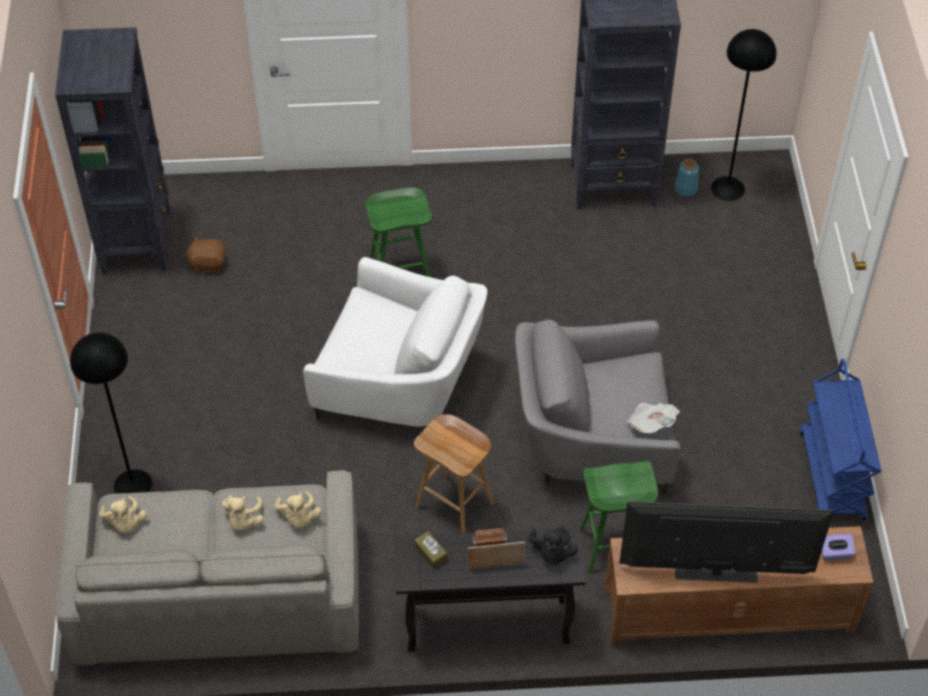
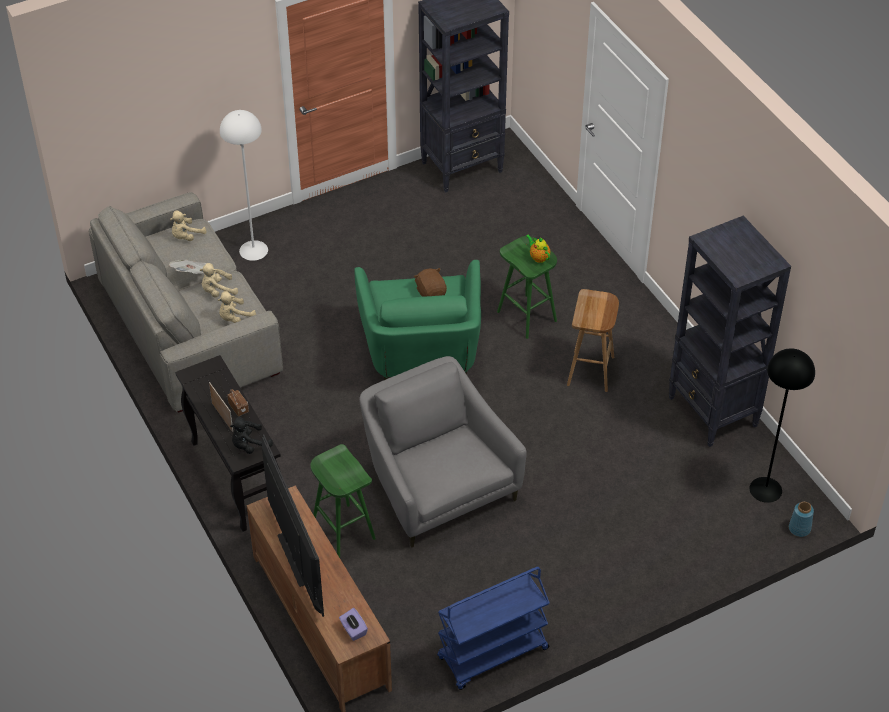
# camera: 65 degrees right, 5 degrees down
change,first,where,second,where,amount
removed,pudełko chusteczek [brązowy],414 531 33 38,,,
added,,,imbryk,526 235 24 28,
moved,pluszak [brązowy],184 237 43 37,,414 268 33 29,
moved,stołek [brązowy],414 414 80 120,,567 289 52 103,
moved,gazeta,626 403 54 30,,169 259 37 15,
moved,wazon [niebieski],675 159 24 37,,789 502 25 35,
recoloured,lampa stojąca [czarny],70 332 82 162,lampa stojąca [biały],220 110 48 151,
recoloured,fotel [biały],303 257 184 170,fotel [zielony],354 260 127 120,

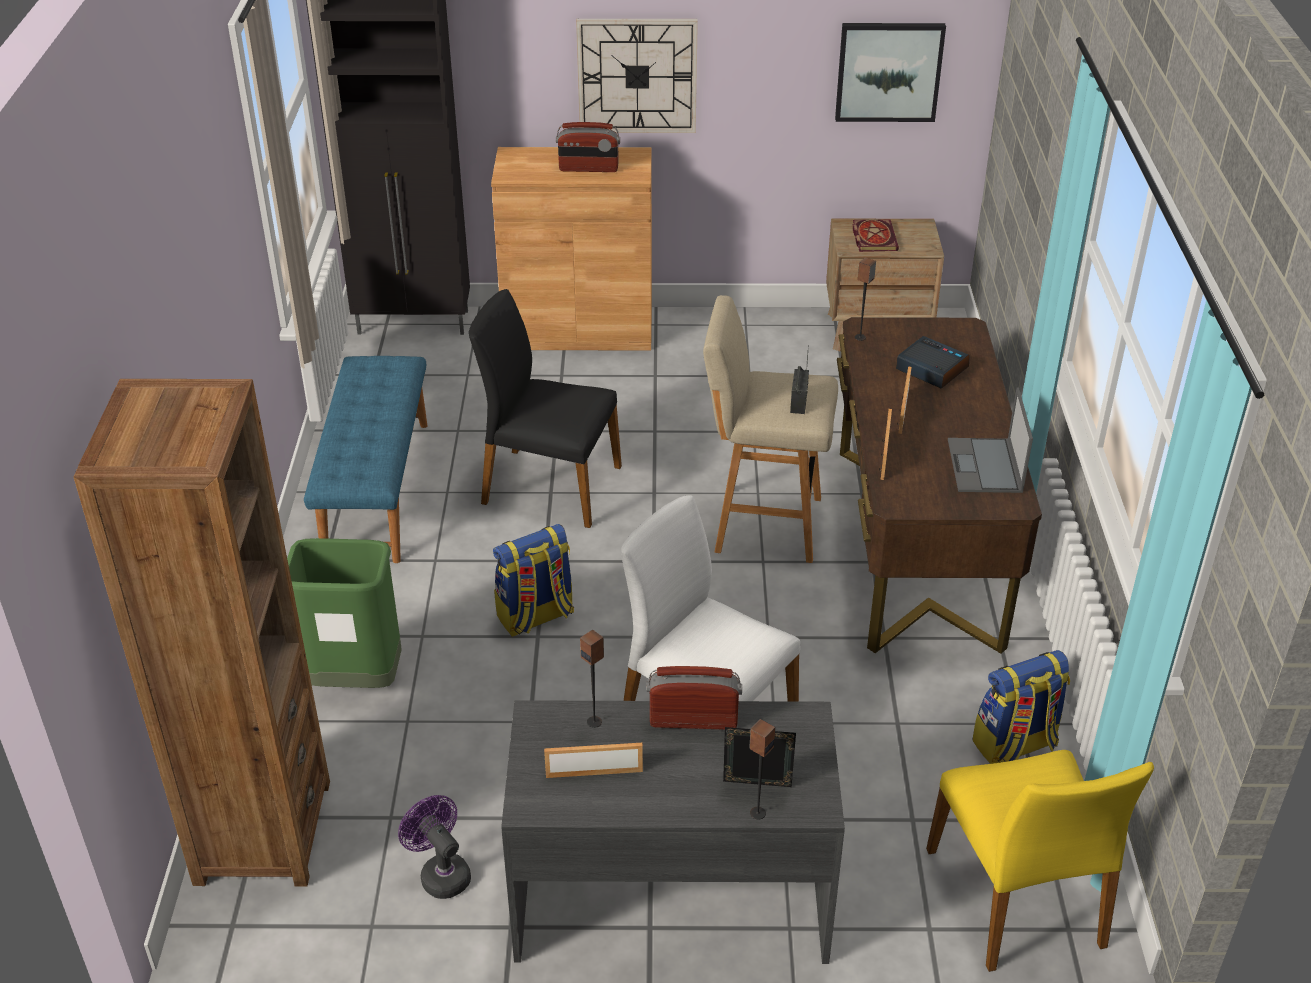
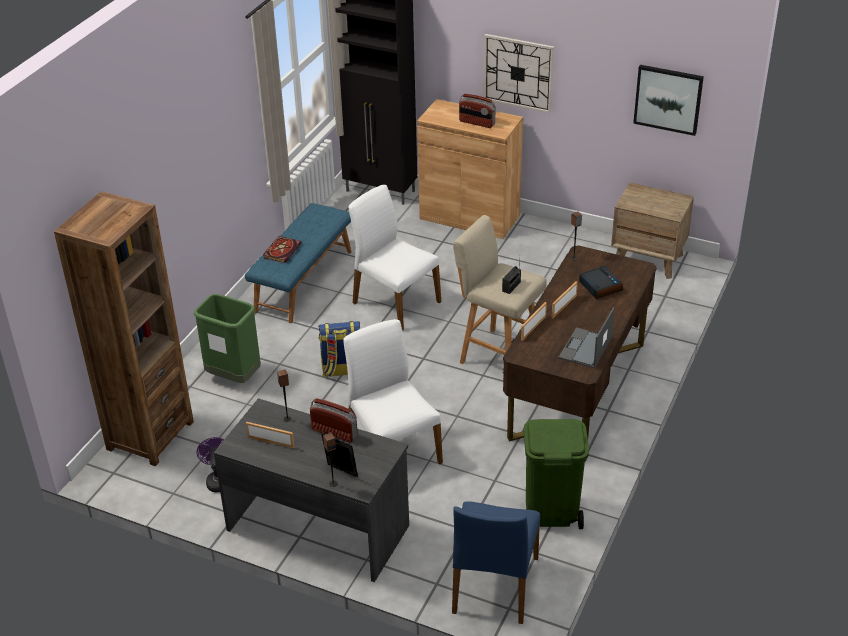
# camera: 25 degrees right, 0 degrees up
change,first,where,second,where,amount
moved,książka,852 220 47 32,,263 236 39 27,
replaced,plecak,972 650 98 114,kosz na śmieci [zielony],524 419 65 110,
recoloured,krzesło [czarny],469 289 153 239,krzesło [biały],349 185 92 146,
recoloured,krzesło [żółty],926 750 228 222,krzesło [niebieski],452 501 88 123,

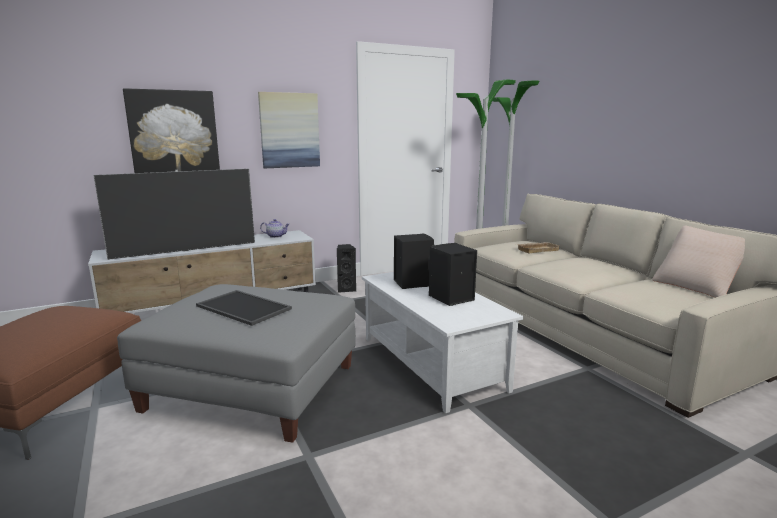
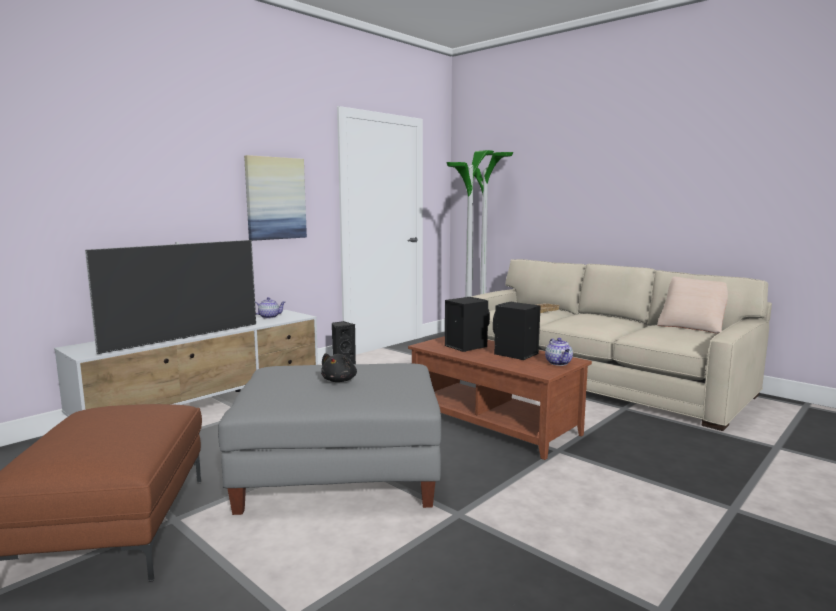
# camera: 20 degrees left, 5 degrees down
change,first,where,second,where,amount
removed,obraz,123 88 97 85,,,
added,,,imbryk,545 338 28 28,
replaced,taca,196 290 96 36,pluszak [czarny],321 353 36 29,
recoloured,ława [biały],362 272 161 141,ława [brązowy],408 336 184 124,

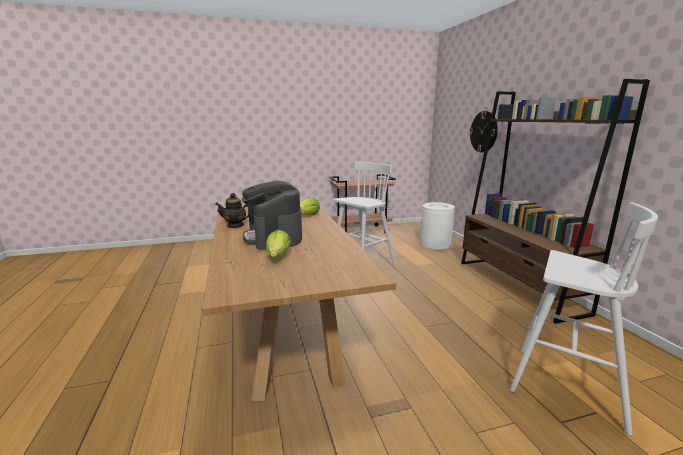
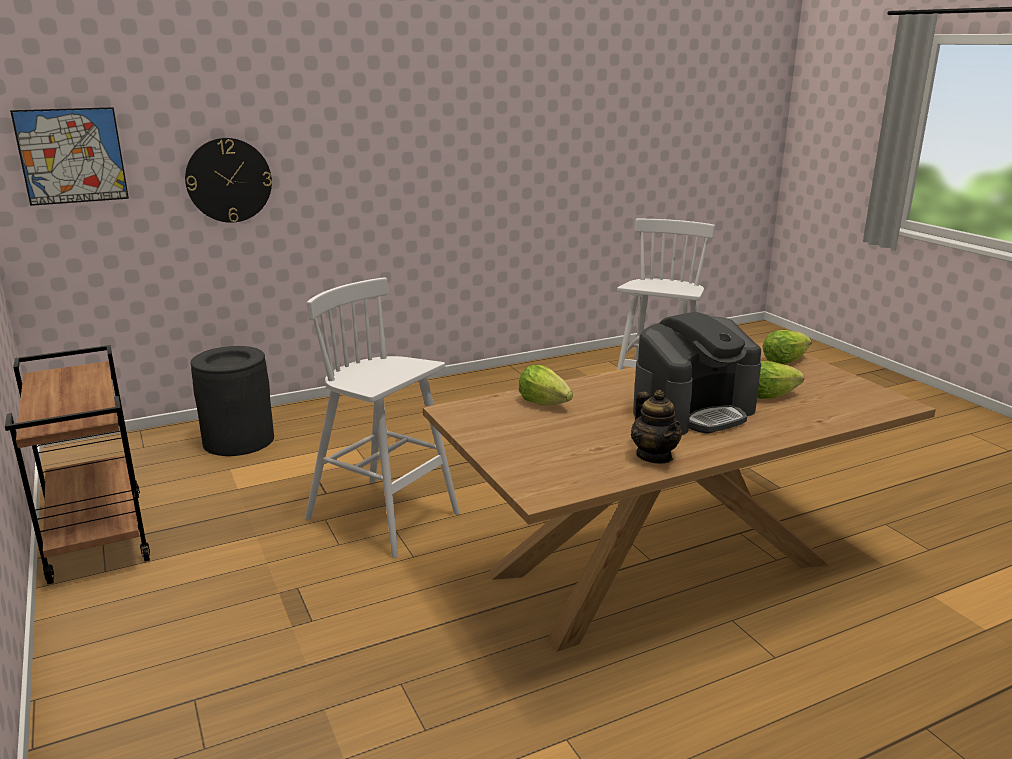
# camera: 100 degrees left, 5 degrees up
change,first,where,second,where,amount
removed,regał [brązowy],461 79 189 245,,,
added,,,obraz,10 107 119 99,
added,,,sałata,762 330 50 34,
recoloured,kosz na śmieci [biały],420 202 35 47,kosz na śmieci [czarny],191 346 83 110,

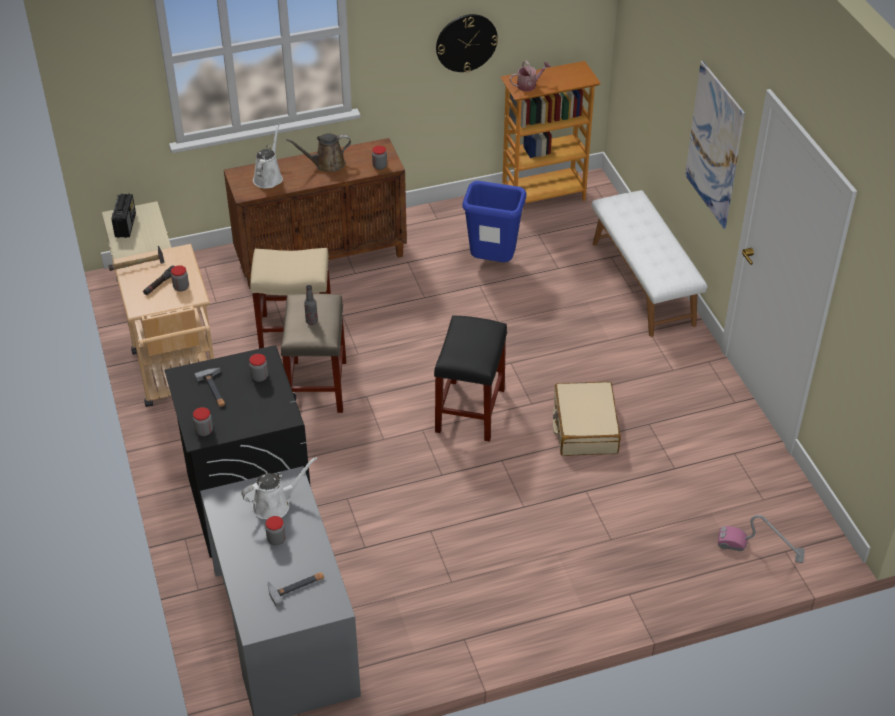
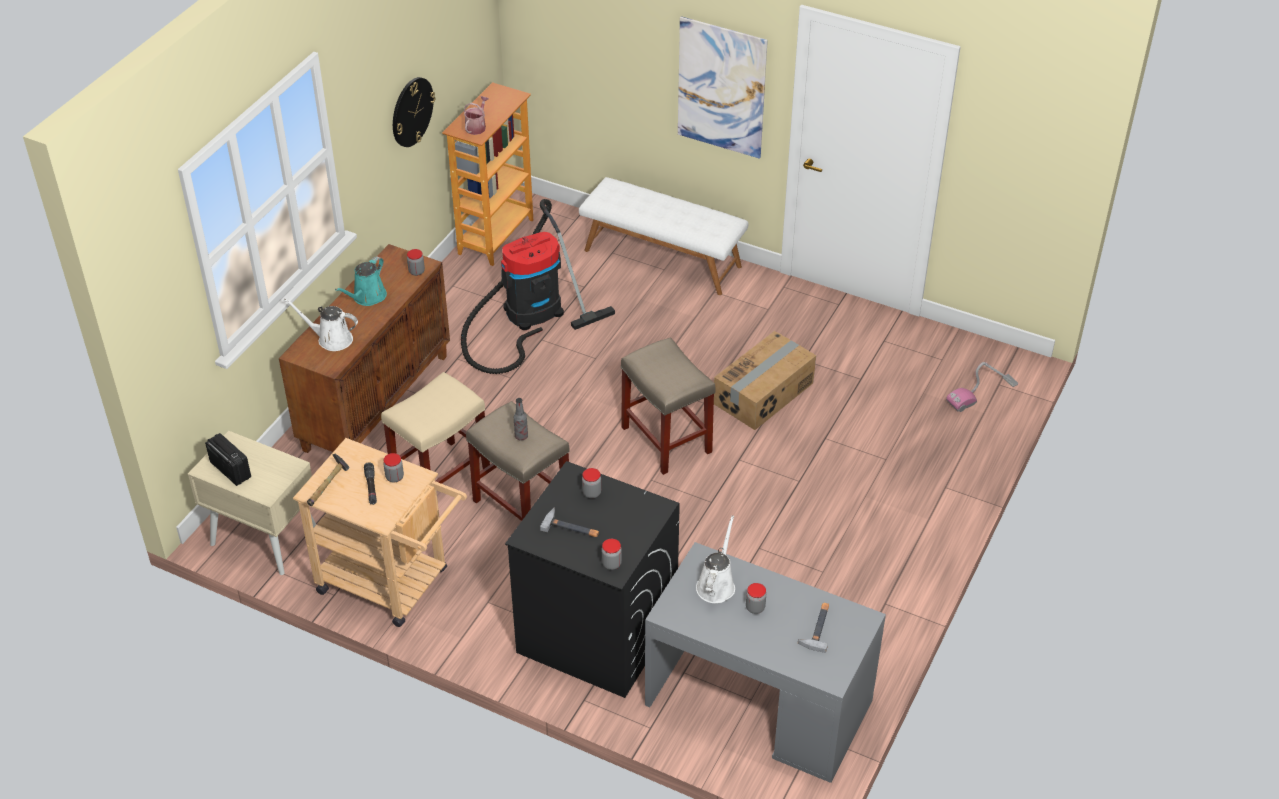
# camera: 45 degrees left, 0 degrees up
change,first,where,second,where,amount
replaced,kosz na śmieci [niebieski],462 181 64 81,odkurzacz,461 199 154 175,
replaced,walizka [beżowy],553 381 68 75,karton,714 331 102 99,
recoloured,konewka [brązowy],286 133 65 39,konewka [turkusowy],335 256 52 50,
recoloured,stołek [czarny],434 315 73 127,stołek [beżowy],621 337 95 138,
turned,konewka [biały],253 124 30 64,,284 299 74 52,45 degrees counterclockwise

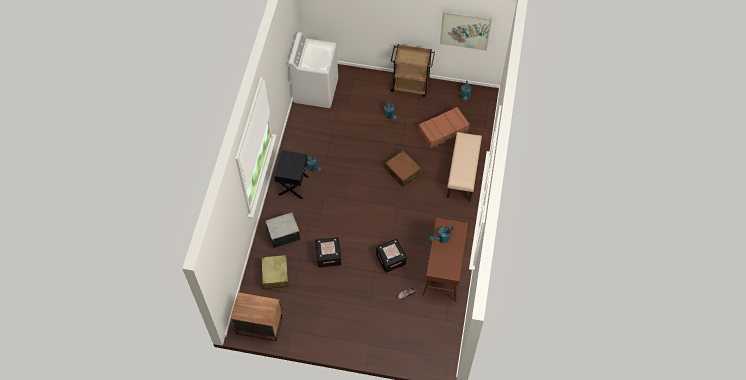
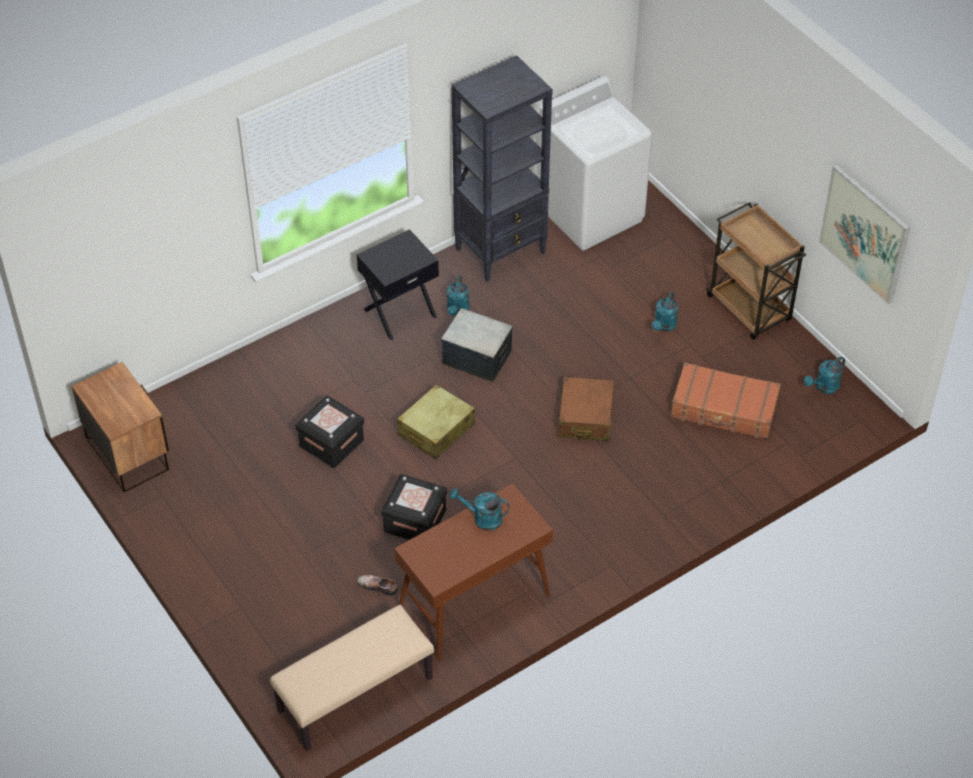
# camera: 45 degrees right, 10 degrees down
change,first,where,second,where,amount
added,,,regał [czarny],451 55 102 227,
moved,walizka [beżowy],261 255 28 34,,397 384 78 75,
moved,pojemnik do przechowywania,265 212 35 36,,441 308 72 75,
moved,ławka [beżowy],447 132 35 70,,270 605 164 146,

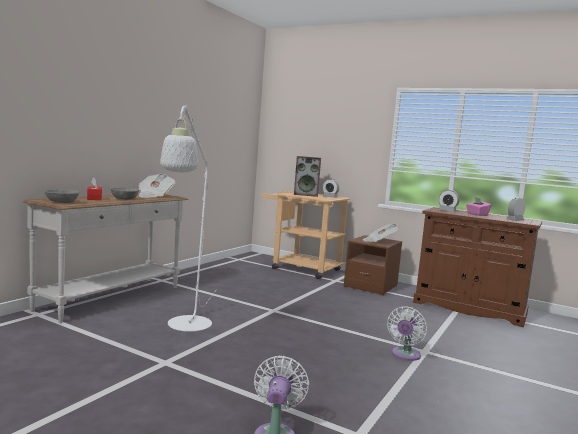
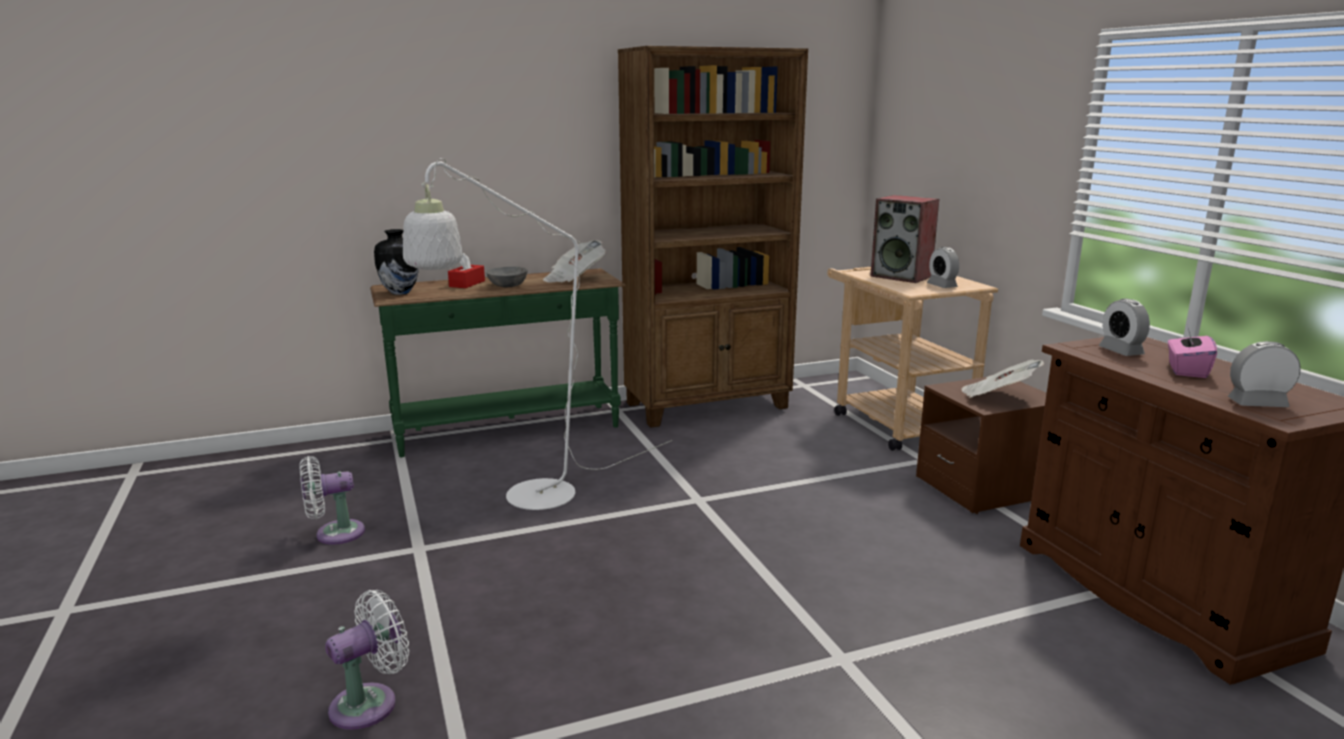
# camera: 40 degrees right, 10 degrees up
change,first,where,second,where,amount
added,,,regał [brązowy],618 46 190 382,
moved,wentylator [biały],387 306 40 55,,299 456 66 89,
replaced,miska [szary],45 189 34 14,wazon,374 229 45 66,
recoloured,stolik konsolowy [biały],23 193 165 130,stolik konsolowy [zielony],370 269 256 188,

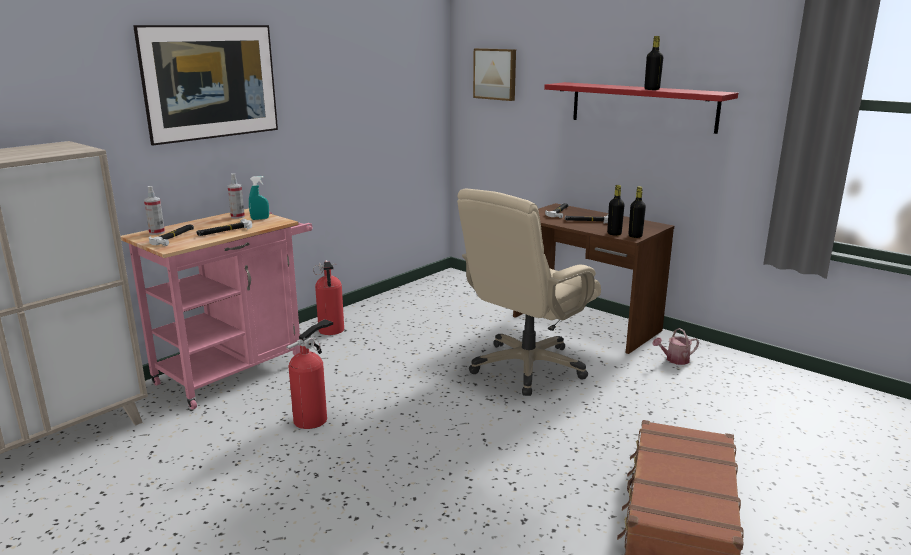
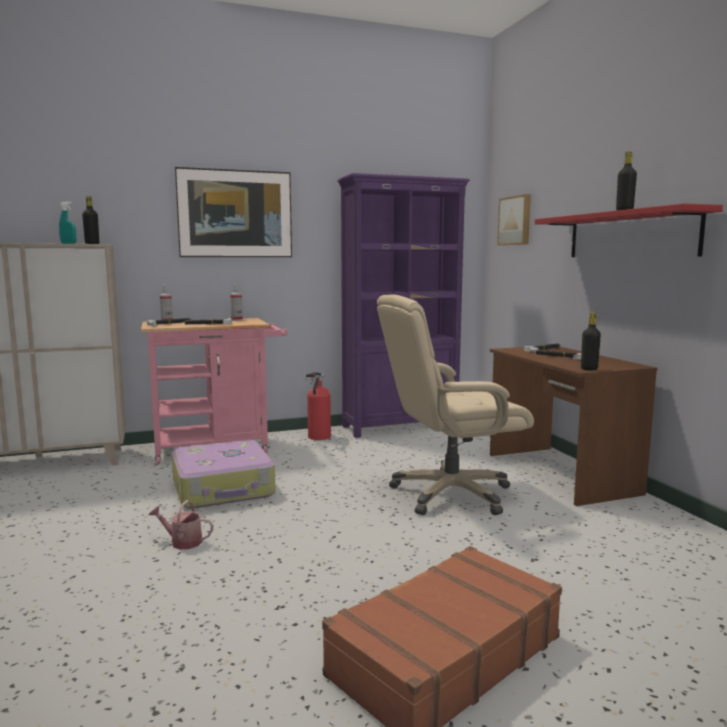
# camera: 30 degrees right, 10 degrees down
change,first,where,second,where,amount
added,,,regał [fioletowy],337 173 133 265,
moved,spryskiwacz [turkusowy],249 176 20 44,,59 202 17 42,
moved,butelka [czarny],607 185 18 51,,82 196 17 48,
moved,konewka,652 328 47 37,,149 500 64 49,
replaced,gaśnica,286 319 47 110,walizka,172 440 104 69,

